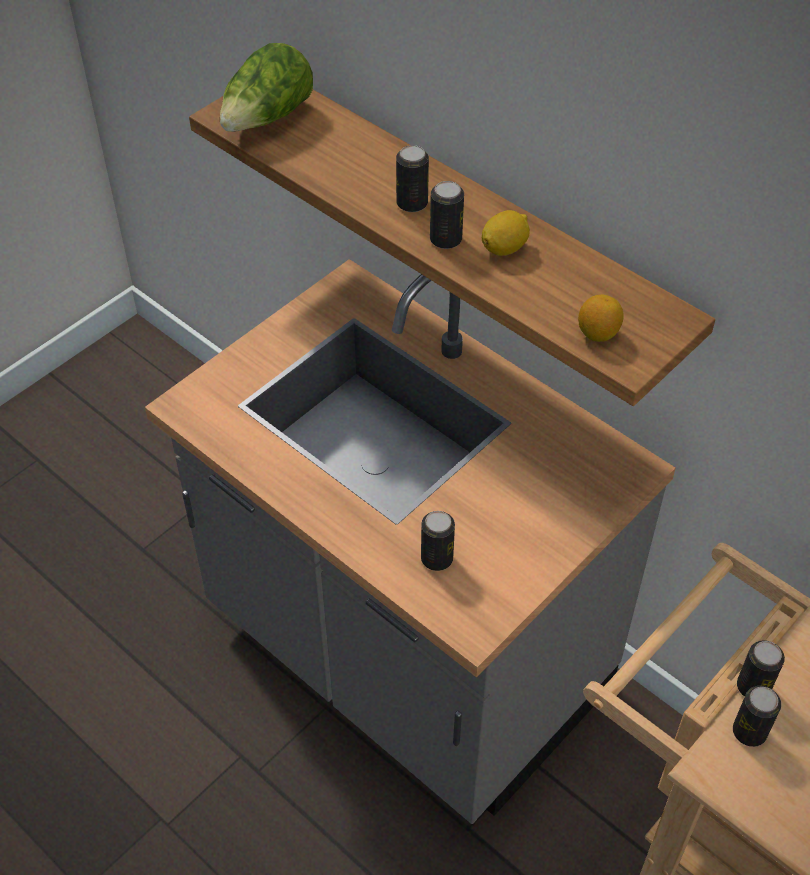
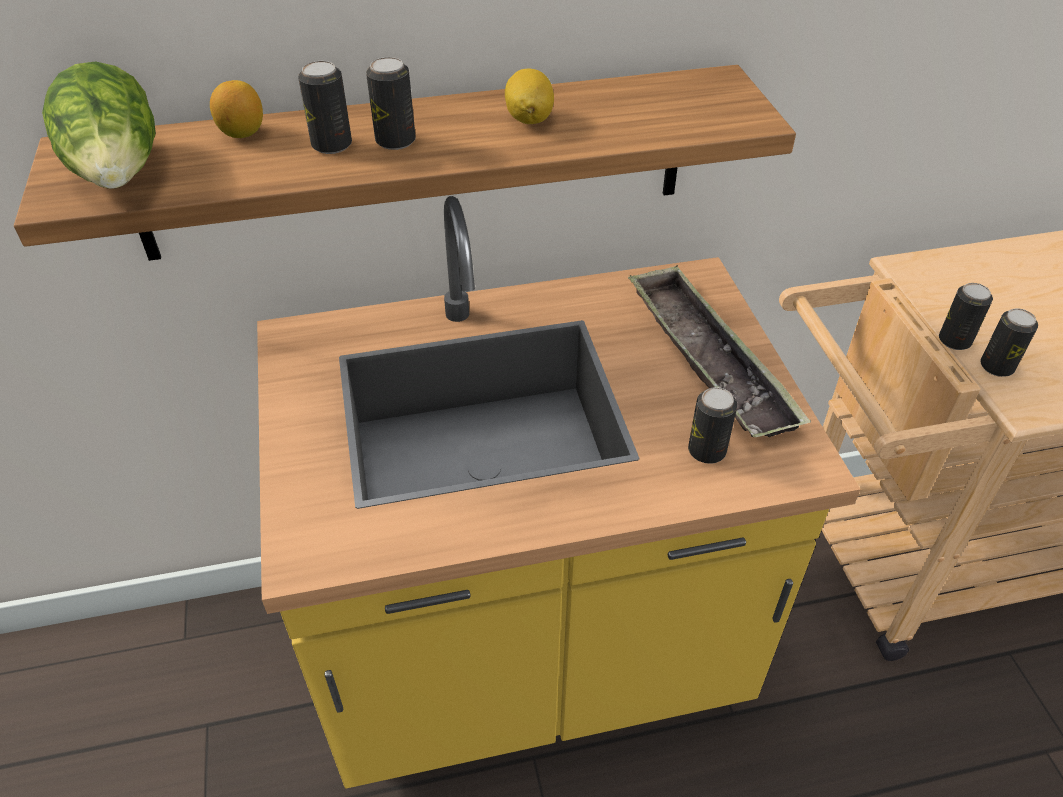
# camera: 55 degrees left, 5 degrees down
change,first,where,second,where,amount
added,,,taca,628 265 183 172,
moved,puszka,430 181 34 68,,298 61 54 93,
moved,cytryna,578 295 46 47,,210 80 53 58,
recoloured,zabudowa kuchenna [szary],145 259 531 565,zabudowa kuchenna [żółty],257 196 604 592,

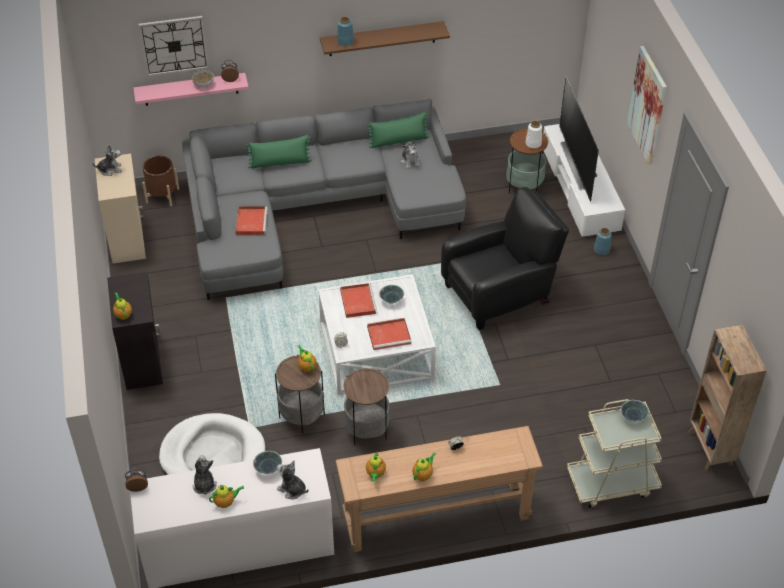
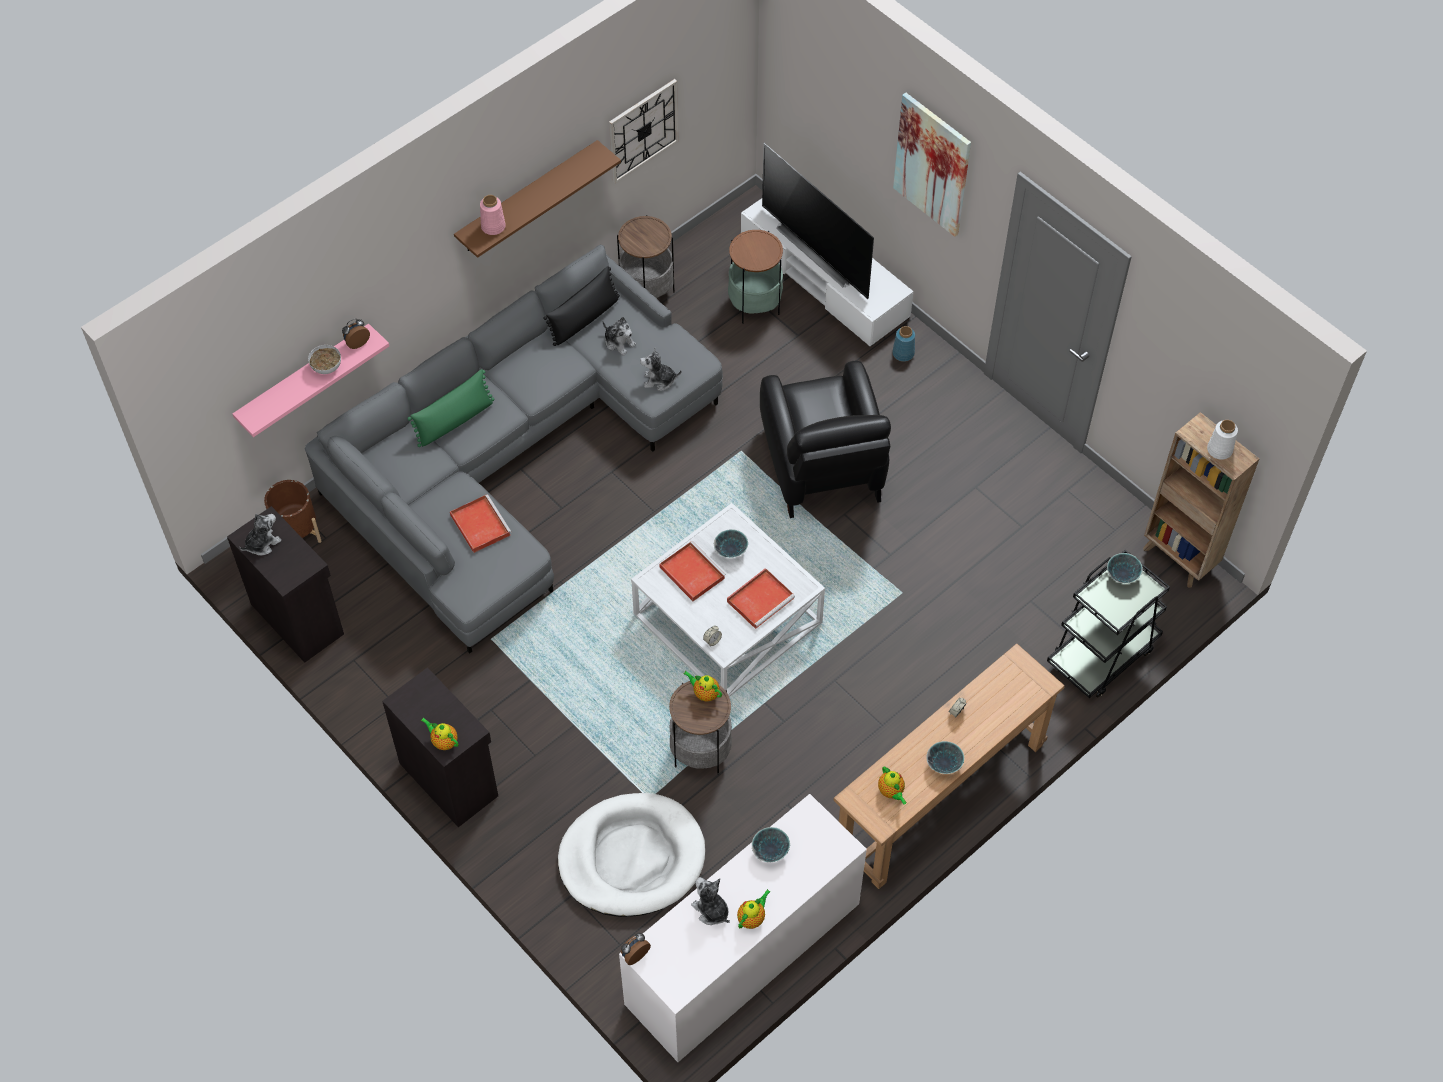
# camera: 30 degrees left, 10 degrees up
change,first,where,second,where,amount
moved,zegar ścienny,139 16 70 61,,609 79 70 104,
moved,pluszak,277 460 32 40,,640 347 42 44,
moved,stolik,343 368 47 78,,617 215 58 83,
moved,wazon [biały],526 120 16 28,,1207 420 31 40,
replaced,imbryk,412 452 24 29,miska,926 741 38 33,
recoloured,szafka [beżowy],95 154 51 110,szafka [czarny],227 506 117 157,
recoloured,wazon [niebieski],337 17 17 29,wazon [różowy],480 195 26 40,
recoloured,poduszka [zielony],367 112 62 36,poduszka [czarny],544 266 76 80,
recoloured,wózek [beżowy],567 399 95 109,wózek [czarny],1047 550 123 148,
turned,fotel [czarny],441 187 128 143,,760 361 131 157,135 degrees clockwise

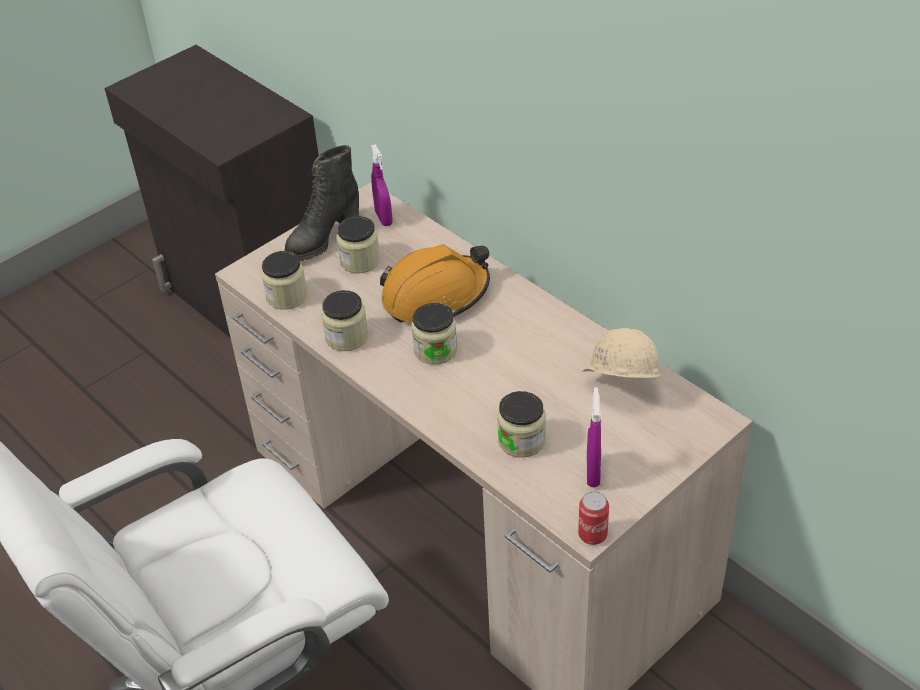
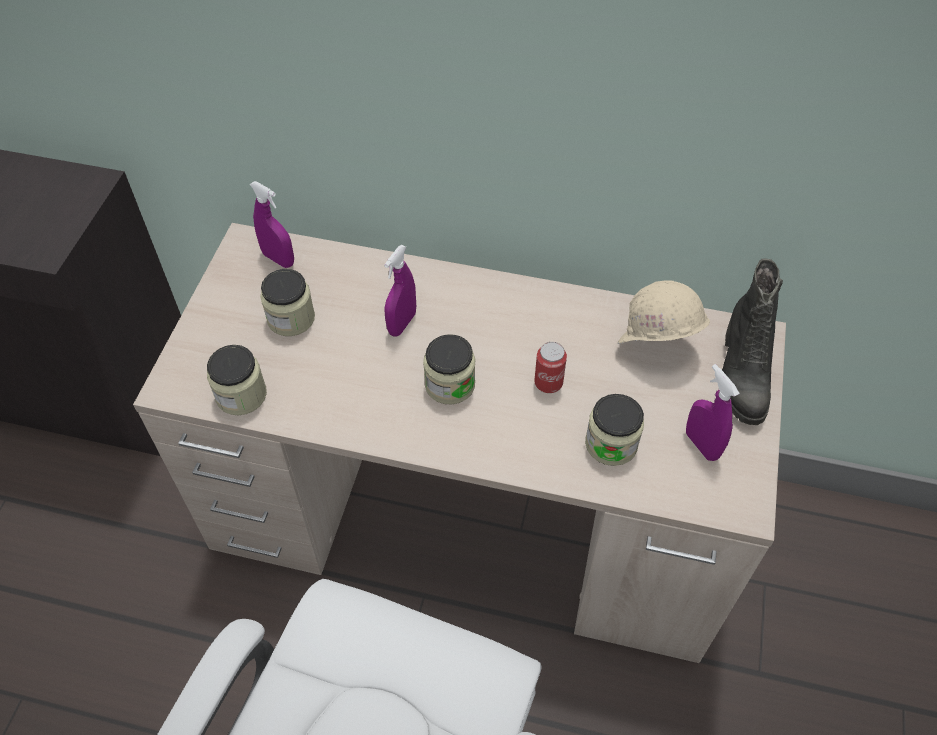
# camera: 35 degrees left, 10 degrees up
change,first,where,second,where,amount
removed,słoik,321 290 47 61,,,
moved,but z cholewką [czarny],284 145 75 116,,722 258 61 167,
moved,puszka,578 492 31 53,,535 342 32 51,
replaced,kask [pomarańczowy],380 244 110 79,spryskiwacz [fioletowy],384 245 32 92,

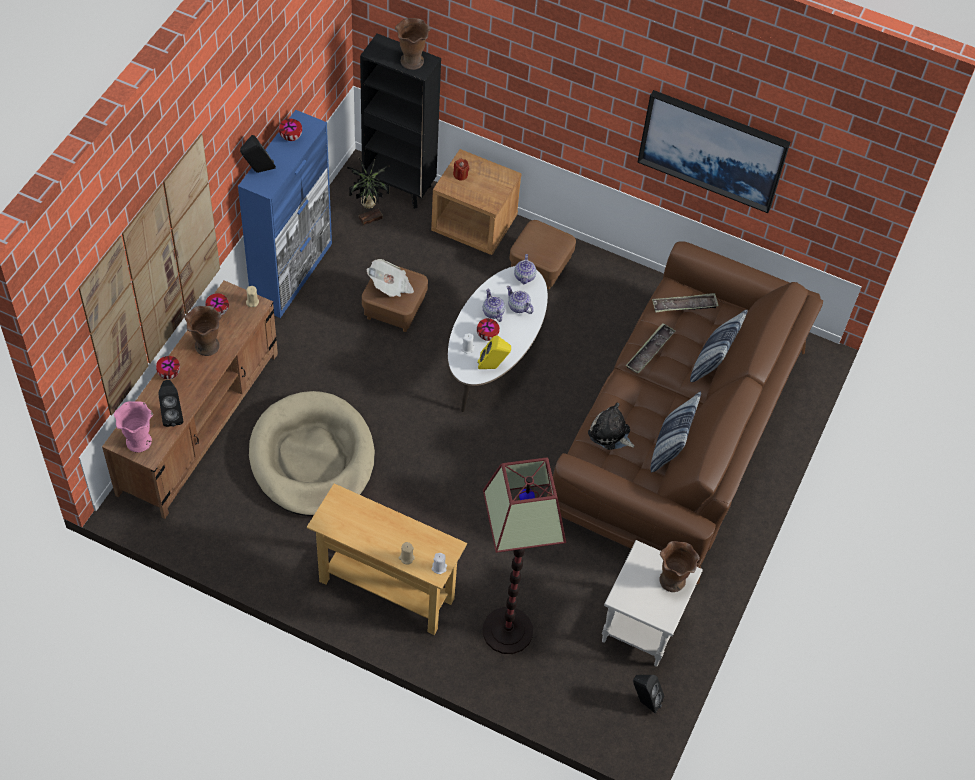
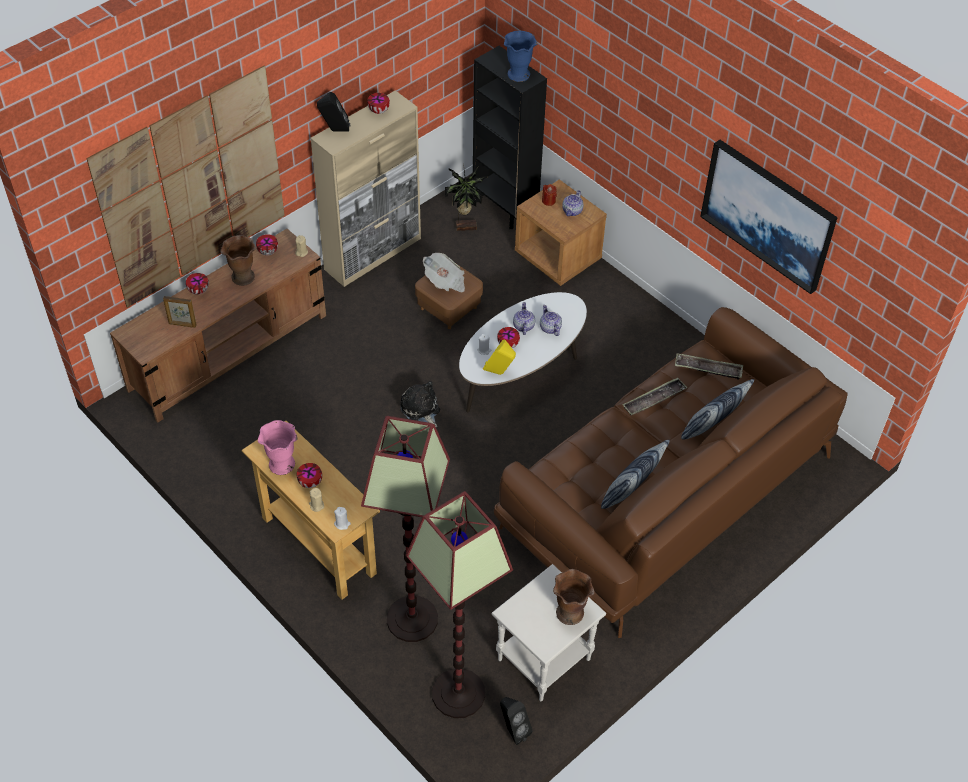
# camera: 25 degrees right, 5 degrees down
change,first,where,second,where,amount
removed,legowisko [beżowy],249 391 126 125,,,
removed,pufa [brązowy],510 220 66 69,,,
added,,,miska,297 463 25 25,
added,,,lampa stojąca,406 491 107 227,
moved,wazon [różowy],114 401 39 52,,258 420 40 55,
moved,imbryk,514 254 22 30,,562 190 22 26,
moved,pluszak,588 403 47 47,,400 381 40 47,
replaced,głośnik [czarny],159 380 24 47,ramka na zdjęcie,163 296 34 32,
recoloured,szafka [niebieski],238 110 94 208,szafka [beżowy],311 90 110 197,
recoloured,wazon [brązowy],395 18 36 52,wazon [niebieski],504 31 34 51,

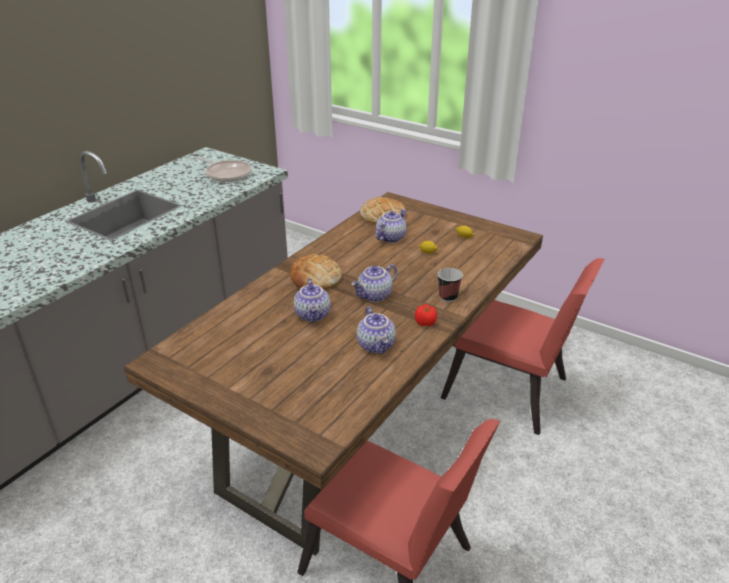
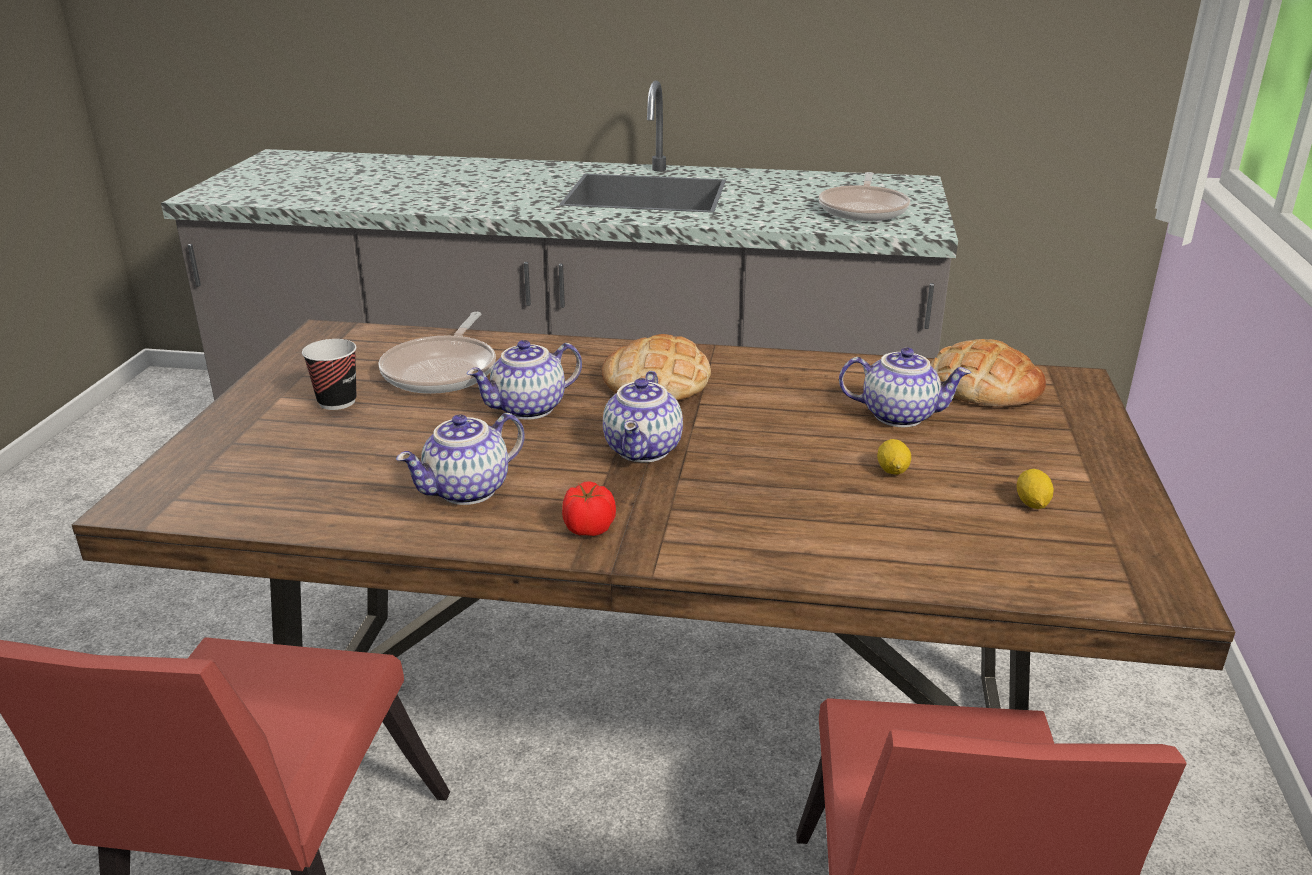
# camera: 65 degrees right, 5 degrees down
change,first,where,second,where,amount
added,,,patelnia,378 312 118 82,
moved,filiżanka,438 268 25 34,,302 339 54 71,
turned,imbryk,351 264 46 38,,603 371 80 91,105 degrees counterclockwise

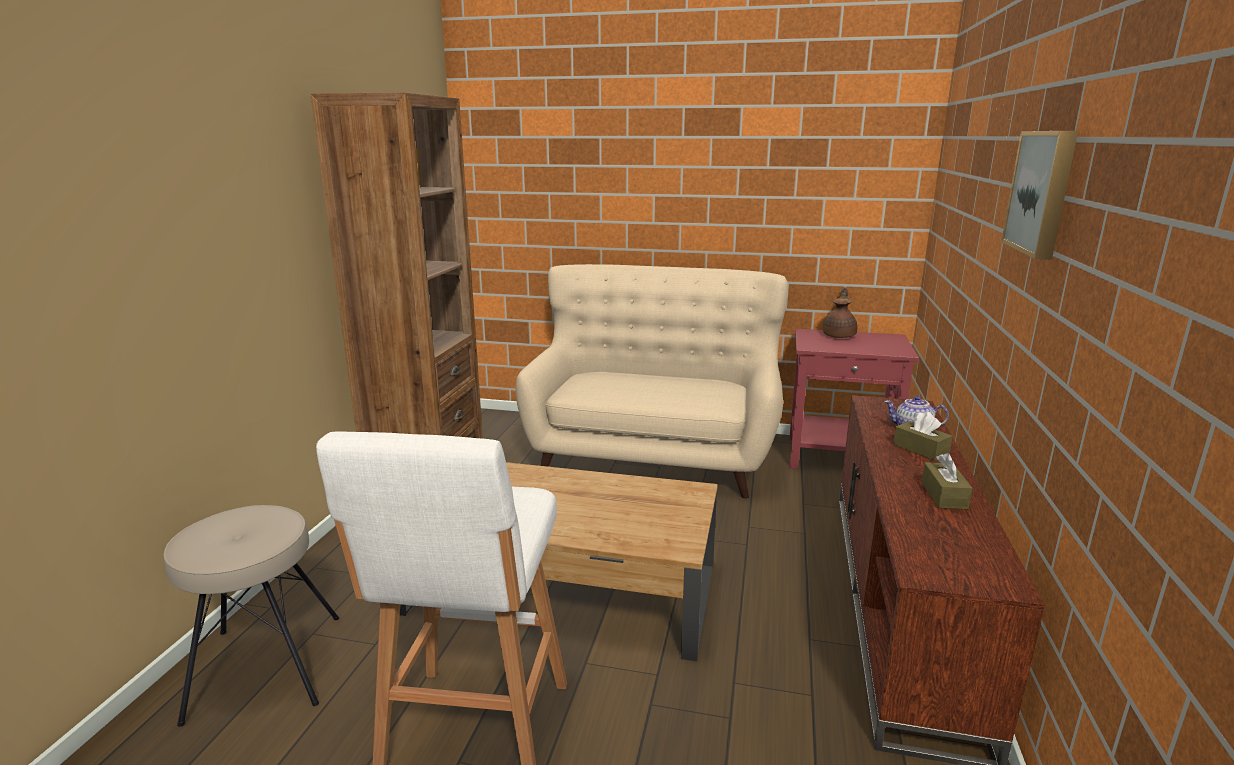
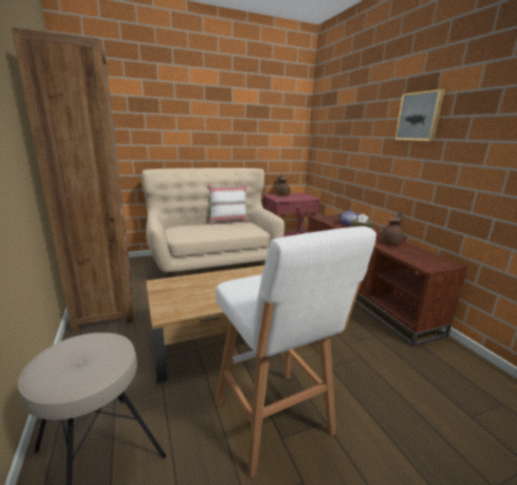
# camera: 35 degrees left, 0 degrees up
change,first,where,second,where,amount
added,,,poduszka [biały],207 183 42 42,
replaced,pudełko chusteczek [brązowy],922 453 51 56,imbryk [brązowy],380 211 24 33,

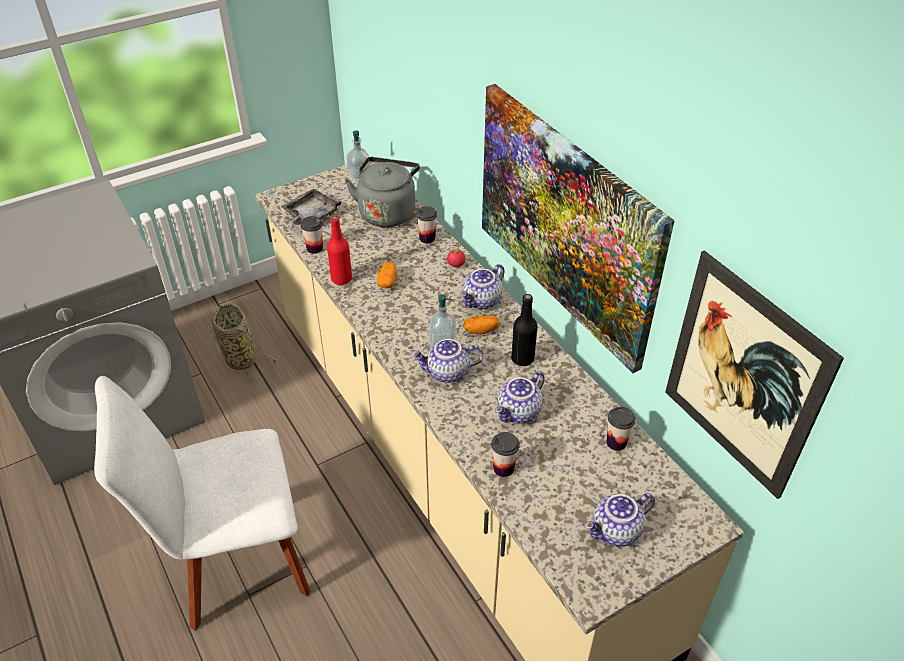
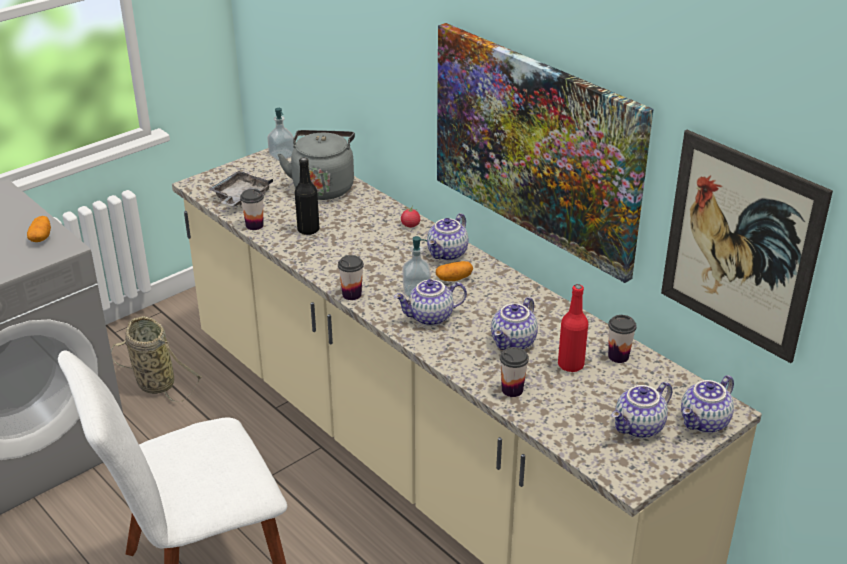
# camera: 10 degrees left, 10 degrees down
change,first,where,second,where,amount
added,,,imbryk,681 375 53 58,
moved,butelka [czerwony],327 216 25 69,,558 284 30 88,
moved,ziemniak,377 262 20 26,,27 216 24 26,
moved,filiżanka,416 206 22 38,,338 255 26 45,
moved,butelka [czarny],511 294 27 72,,295 157 25 78,

